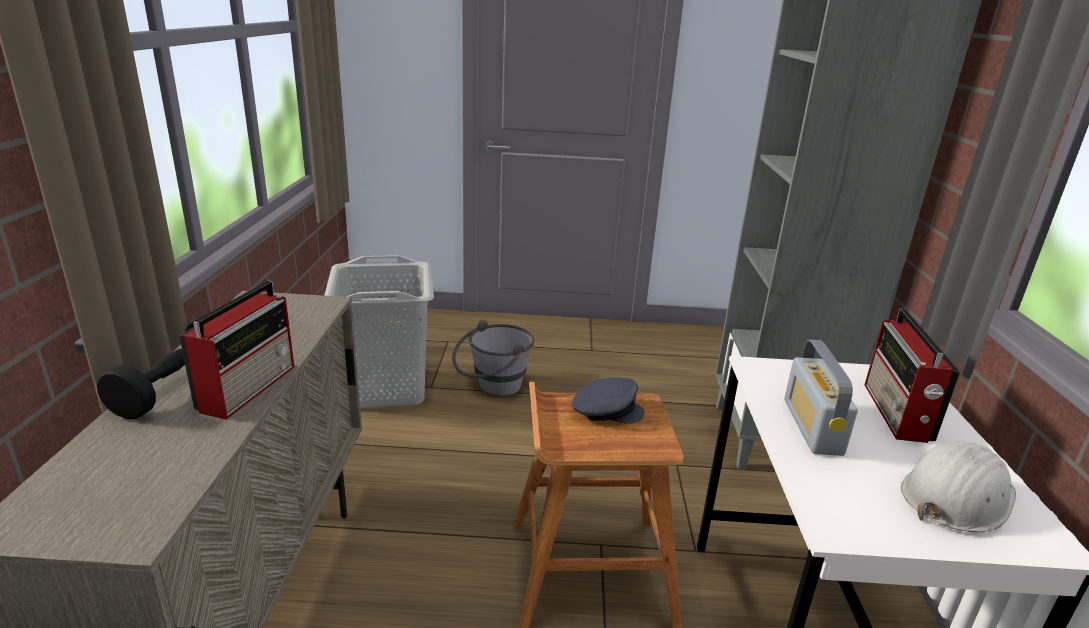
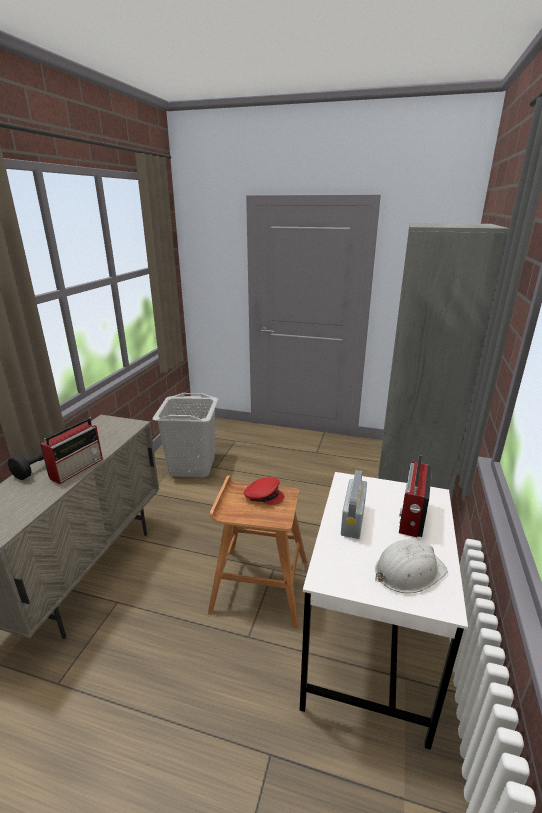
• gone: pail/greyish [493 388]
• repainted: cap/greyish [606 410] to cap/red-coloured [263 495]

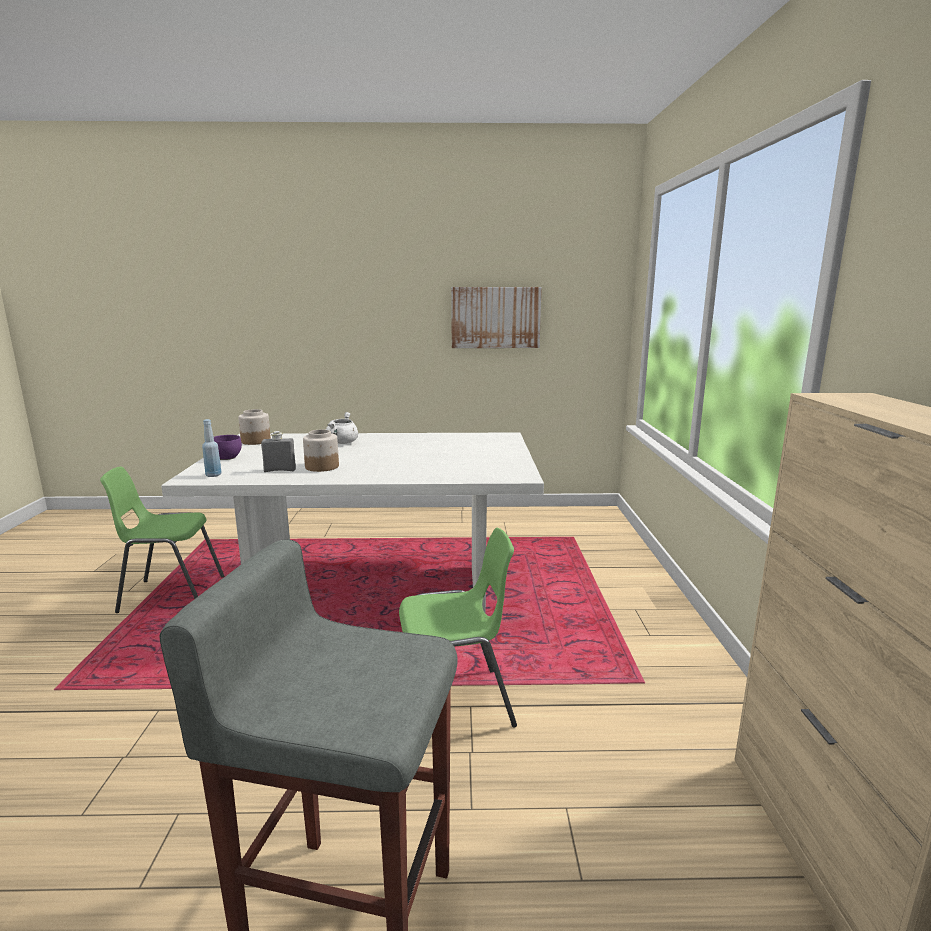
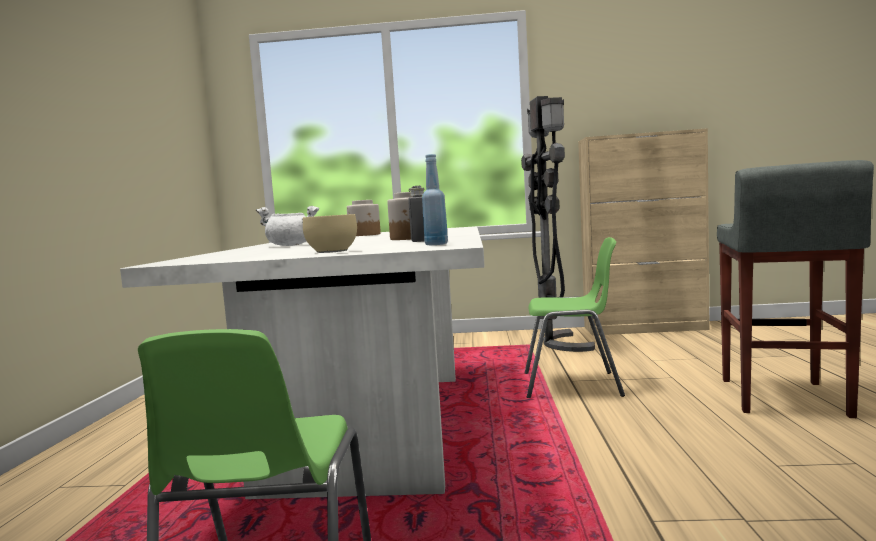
• gone: wall art [495 317]
• shifted: storage jar [255 441] to [365 235]
• repainted: serving bowl/purple-coloured [227 458] to serving bowl/sand-coloured [334 251]
• rotated: upright chair/green-coloured [453 705] = [572 385] 105 degrees clockwise
• new: standing lamp/greyish [554 345]

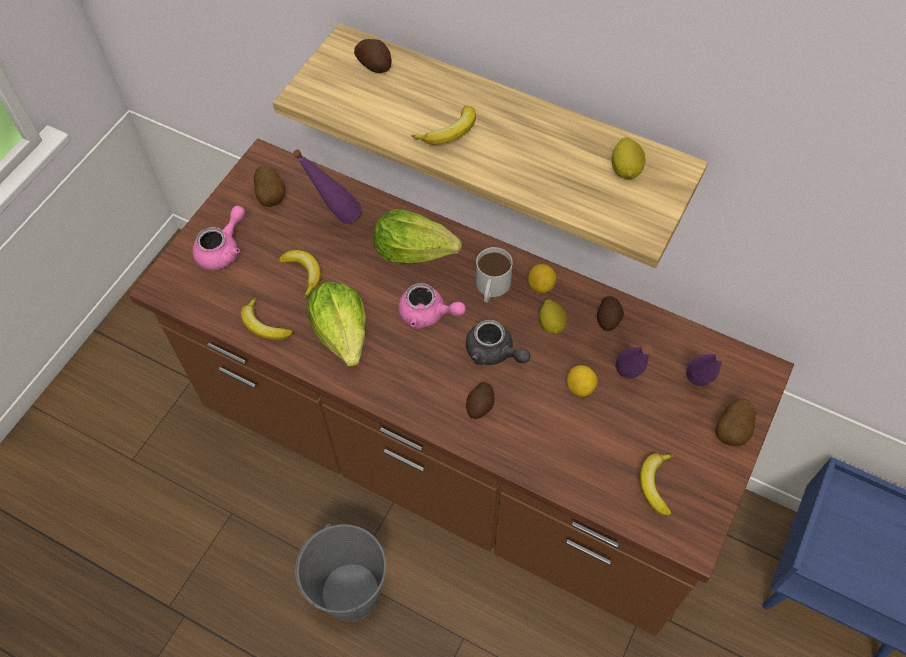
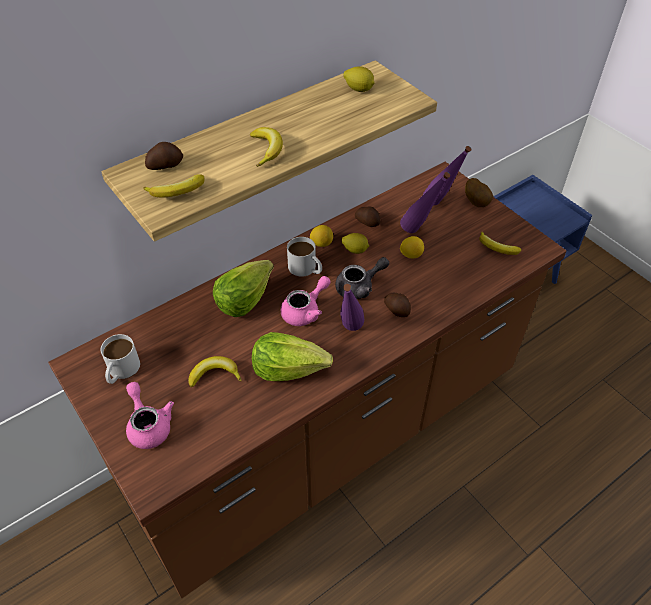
• shifted: drink bottle/purple-coloured [335 217] to [349 333]
• swapped: spud [272 197] to tea mug/white-coloured [121 371]
• shifted: banana fruit [264 326] to [177 192]
• gone: pail/greyish [351 592]

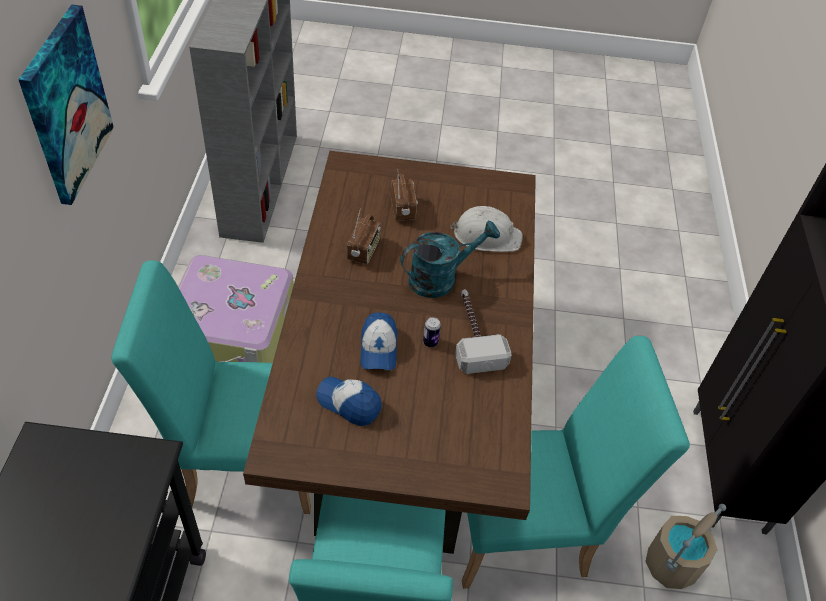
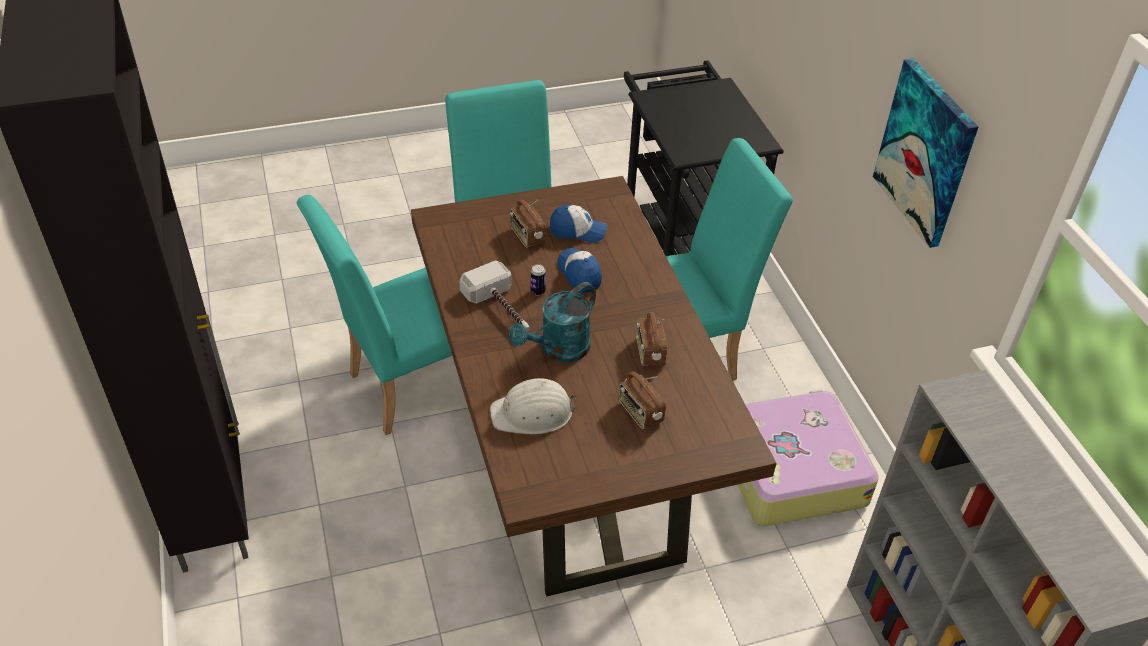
• gone: pail/sand-coloured [671 564]
• new: radio [527 236]

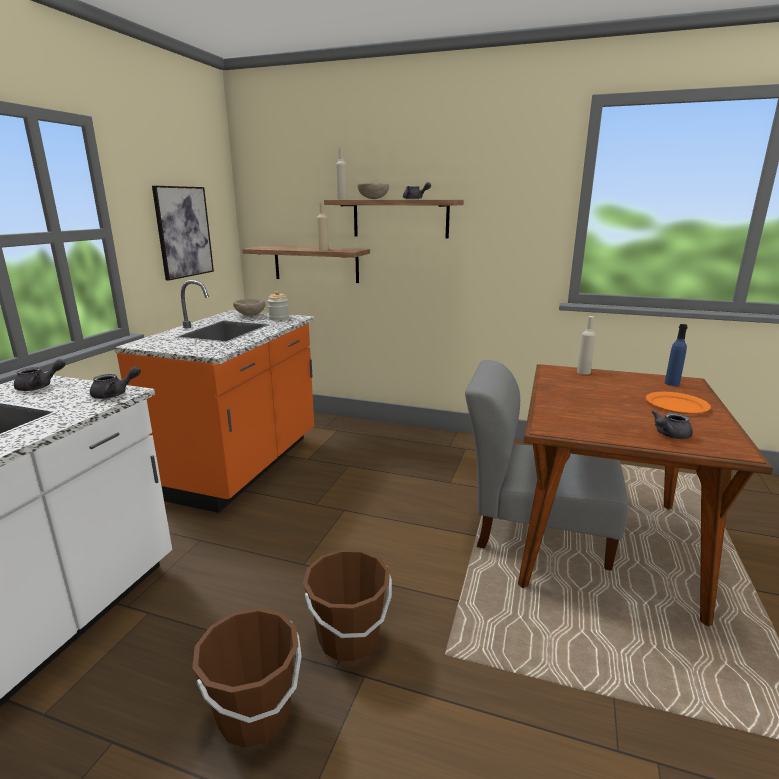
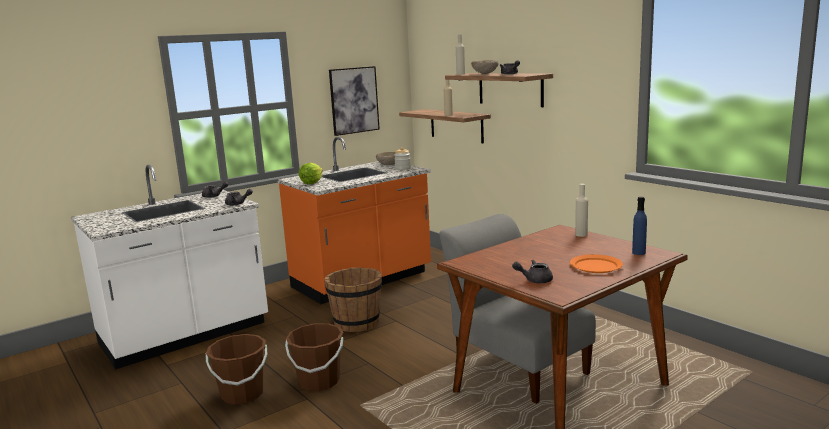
• new: lettuce head [312 182]
• new: pail/brown-coloured [356 323]

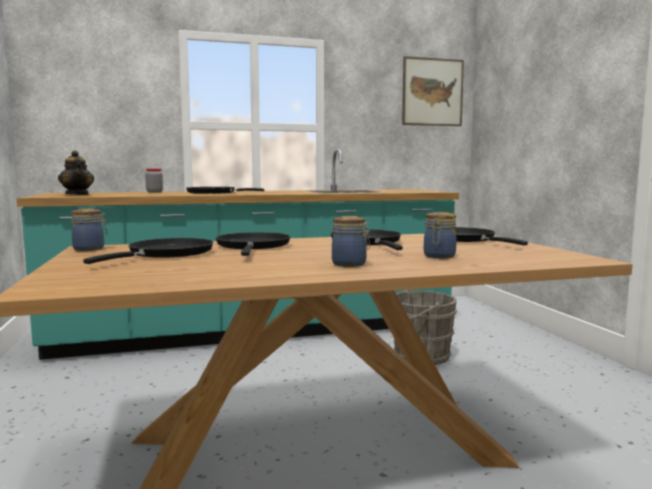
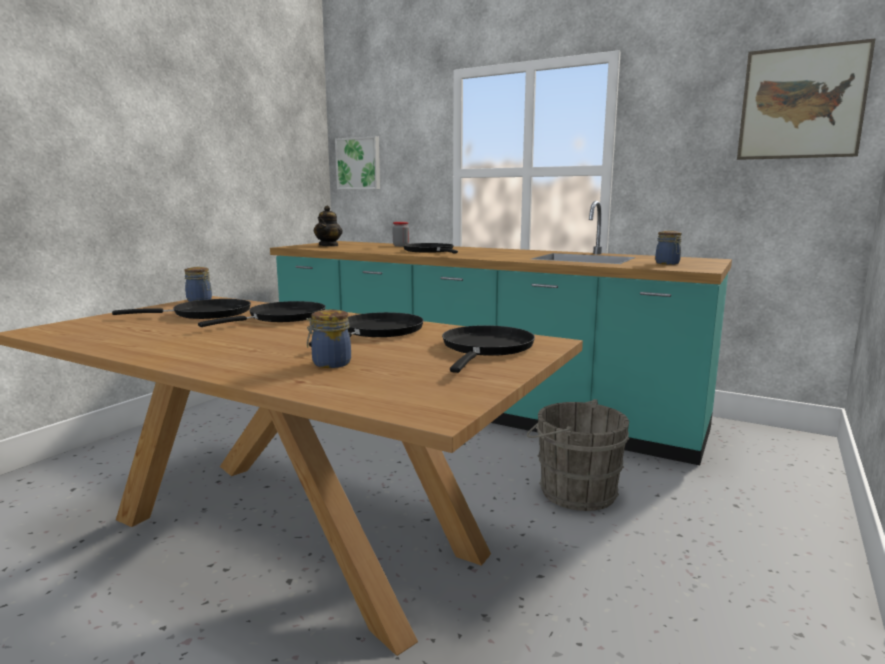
• shifted: storage jar [350 264] to [668 263]
• new: wall art [359 163]

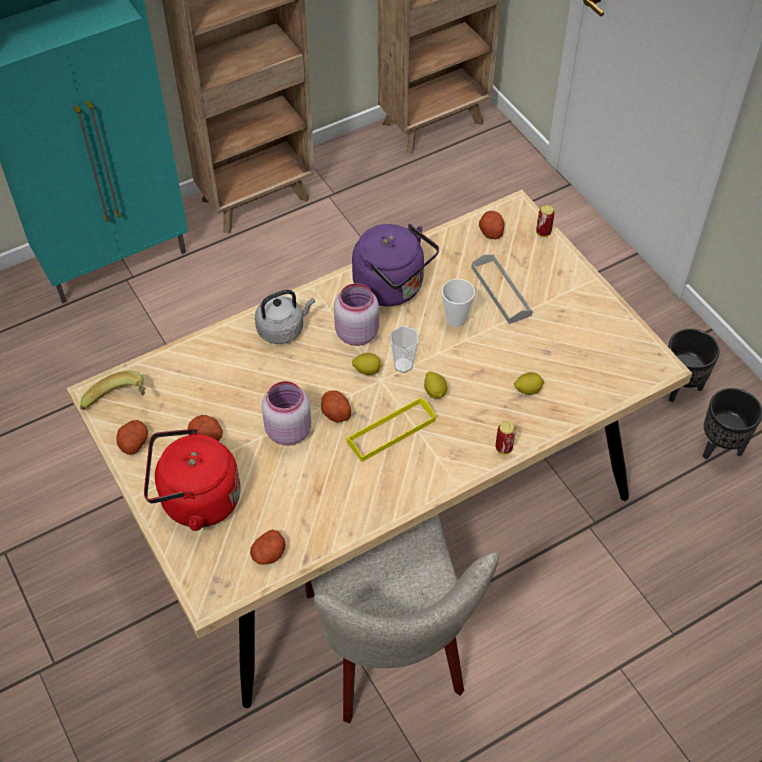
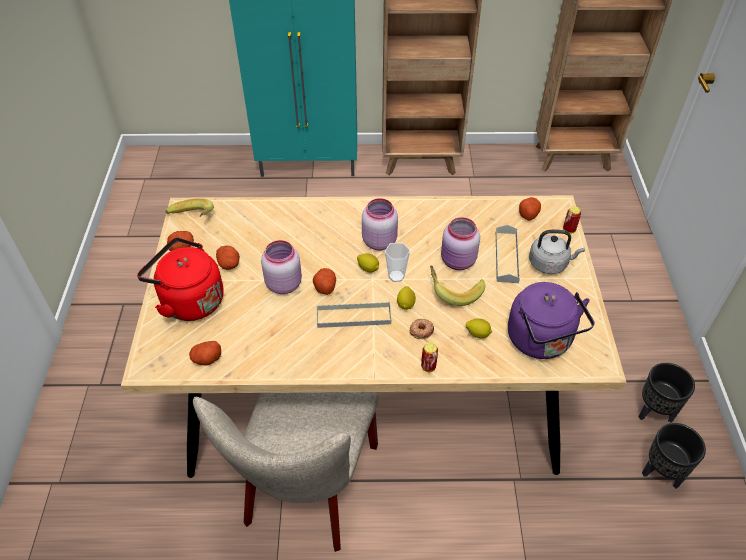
• shifted: kettle/purple-coloured [392 287] to [541 341]
• swapped: cup [456 319] to storage jar/pink-coloured [458 262]
• shifted: kettle/greyish [283 329] to [550 264]
• repainted: serving tray/yellow [391 431] to serving tray/greyish [353 317]
• new: banana fruit [454 291]
• new: ring doughnut [421 330]

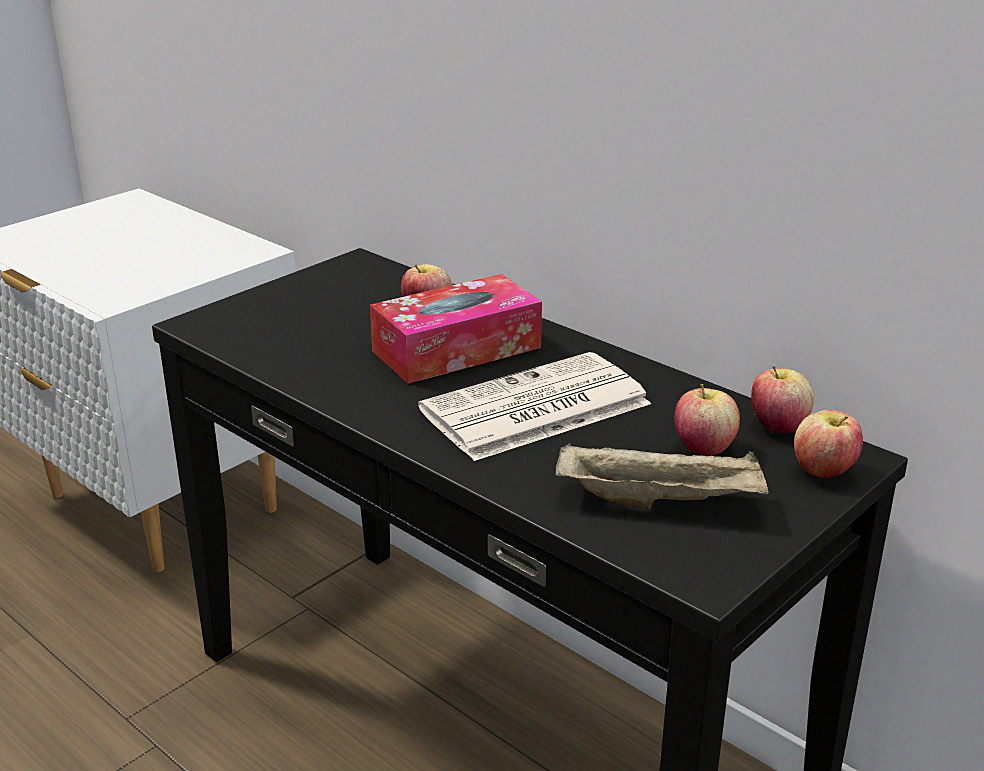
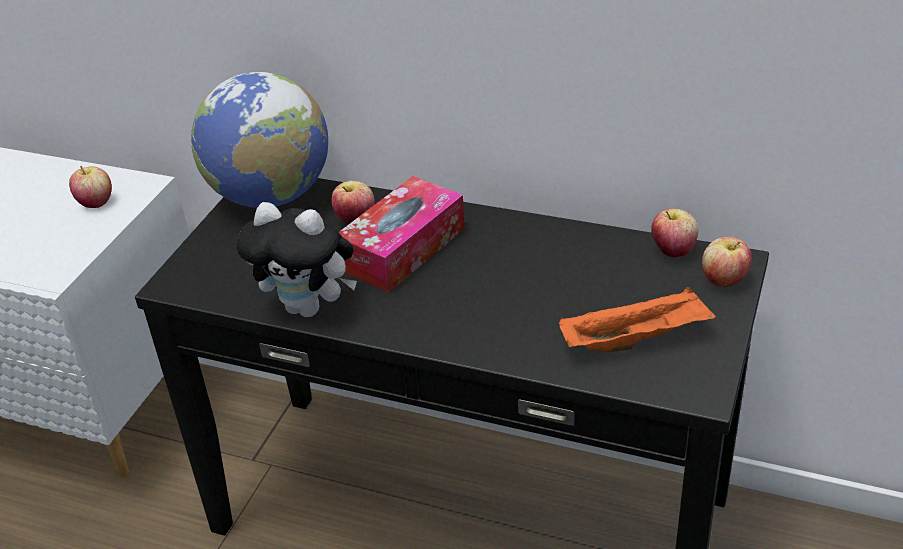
• gone: daily paper [533 409]
• shifted: apple fruit [703 448] to [96 203]
• repainted: serving tray/sand-coloured [661 500] to serving tray/orange [636 339]
• new: globe [271 196]
• new: soft toy [309 308]

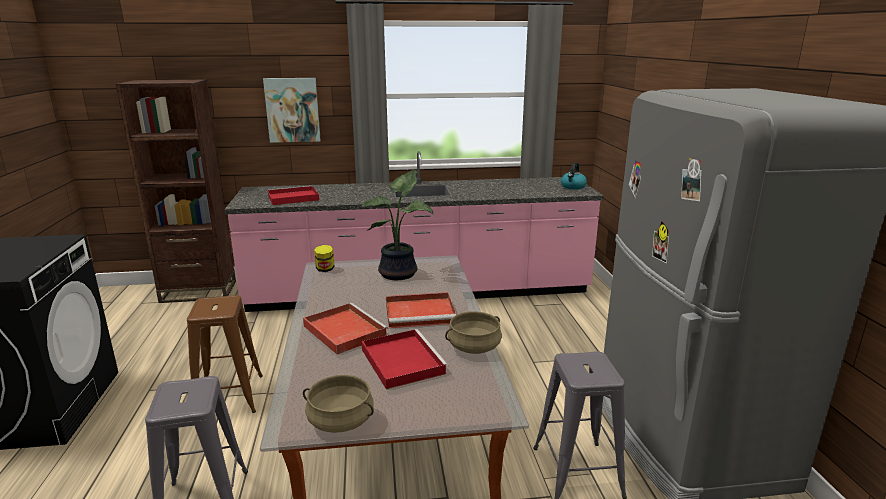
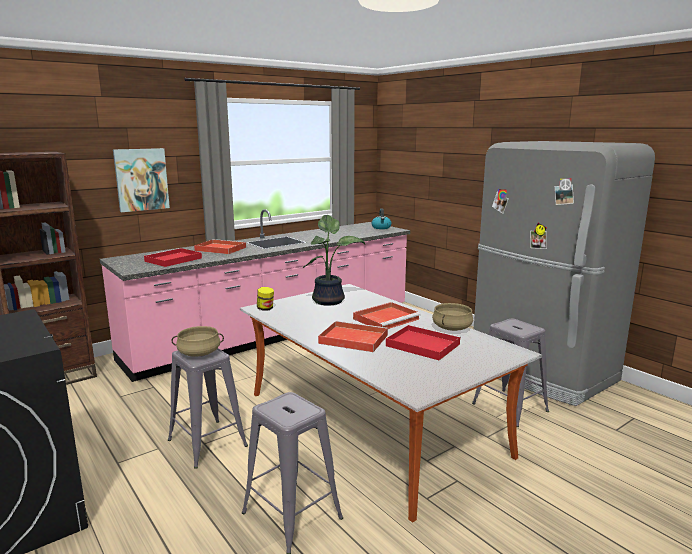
• repainted: sitting stool/brown-coloured [228 397] to sitting stool/greyish [207 443]
• shifted: cooking pot/sand-coloured [340 421] to [199 353]
• new: serving tray/red-coloured [219 249]

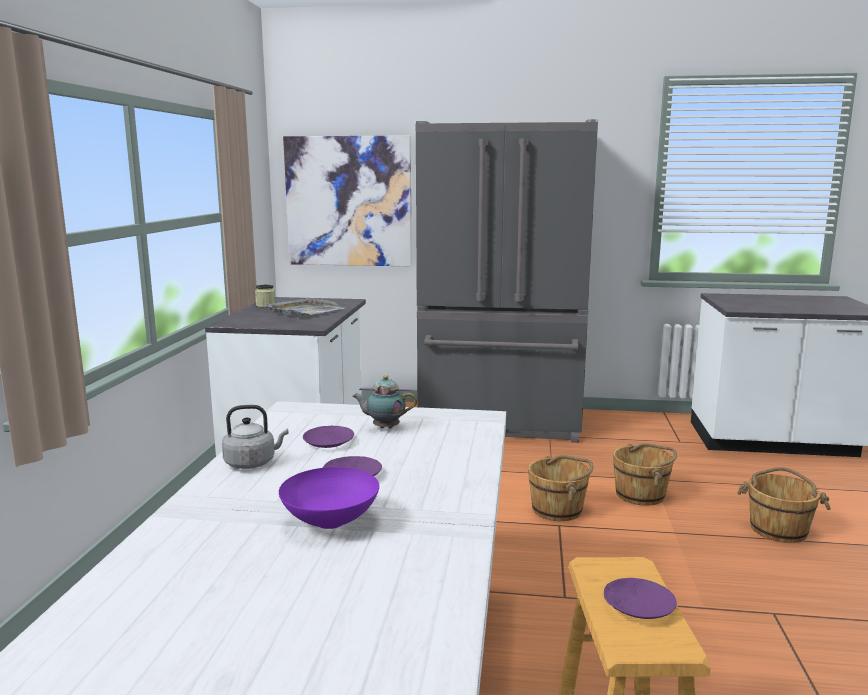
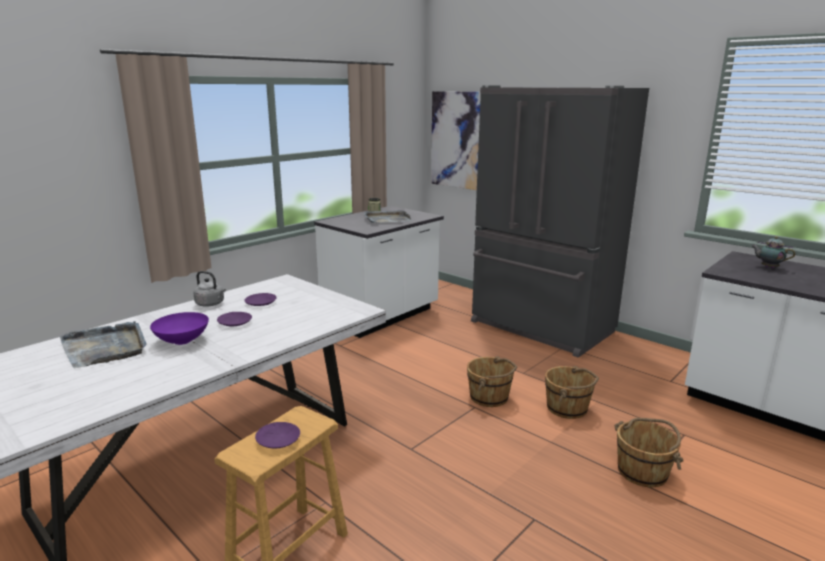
• shifted: teapot [384 428] to [768 267]
• new: serving tray/greyish [105 347]

